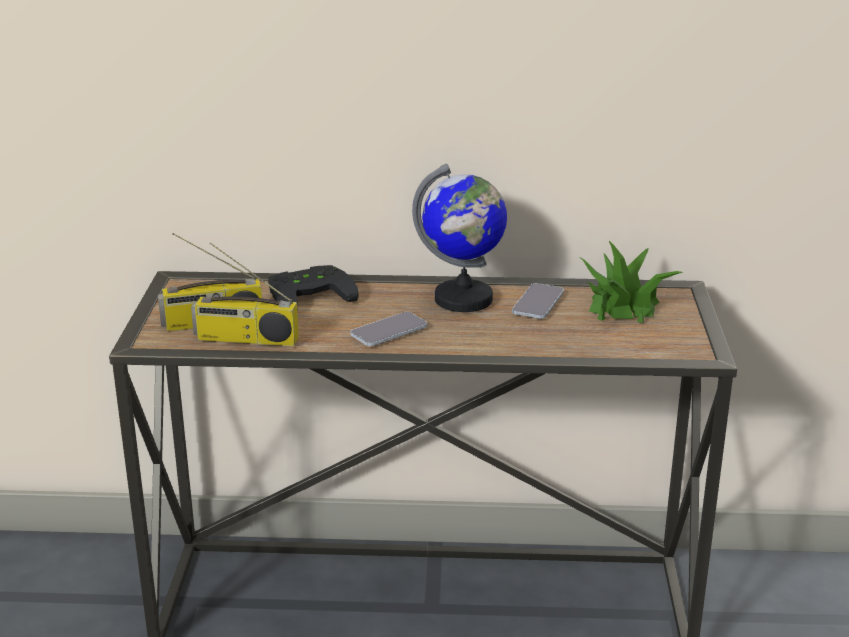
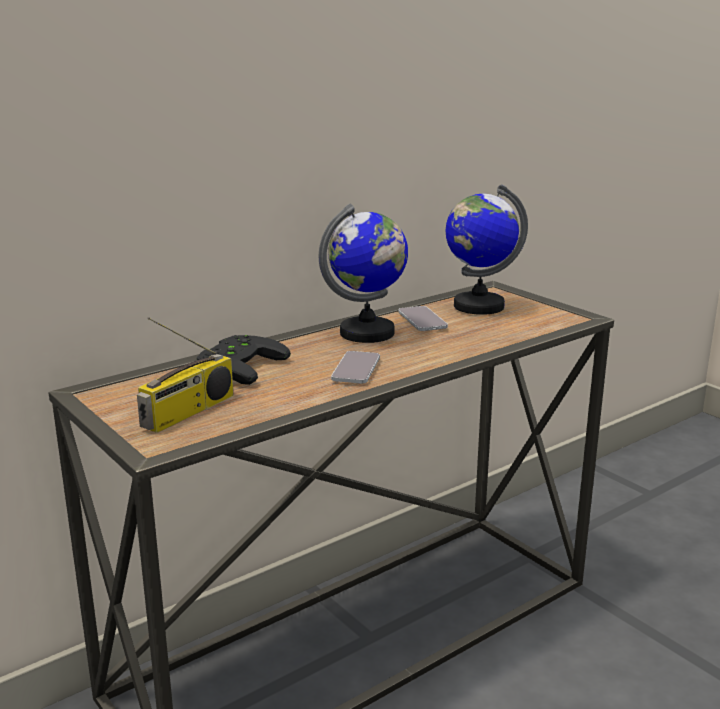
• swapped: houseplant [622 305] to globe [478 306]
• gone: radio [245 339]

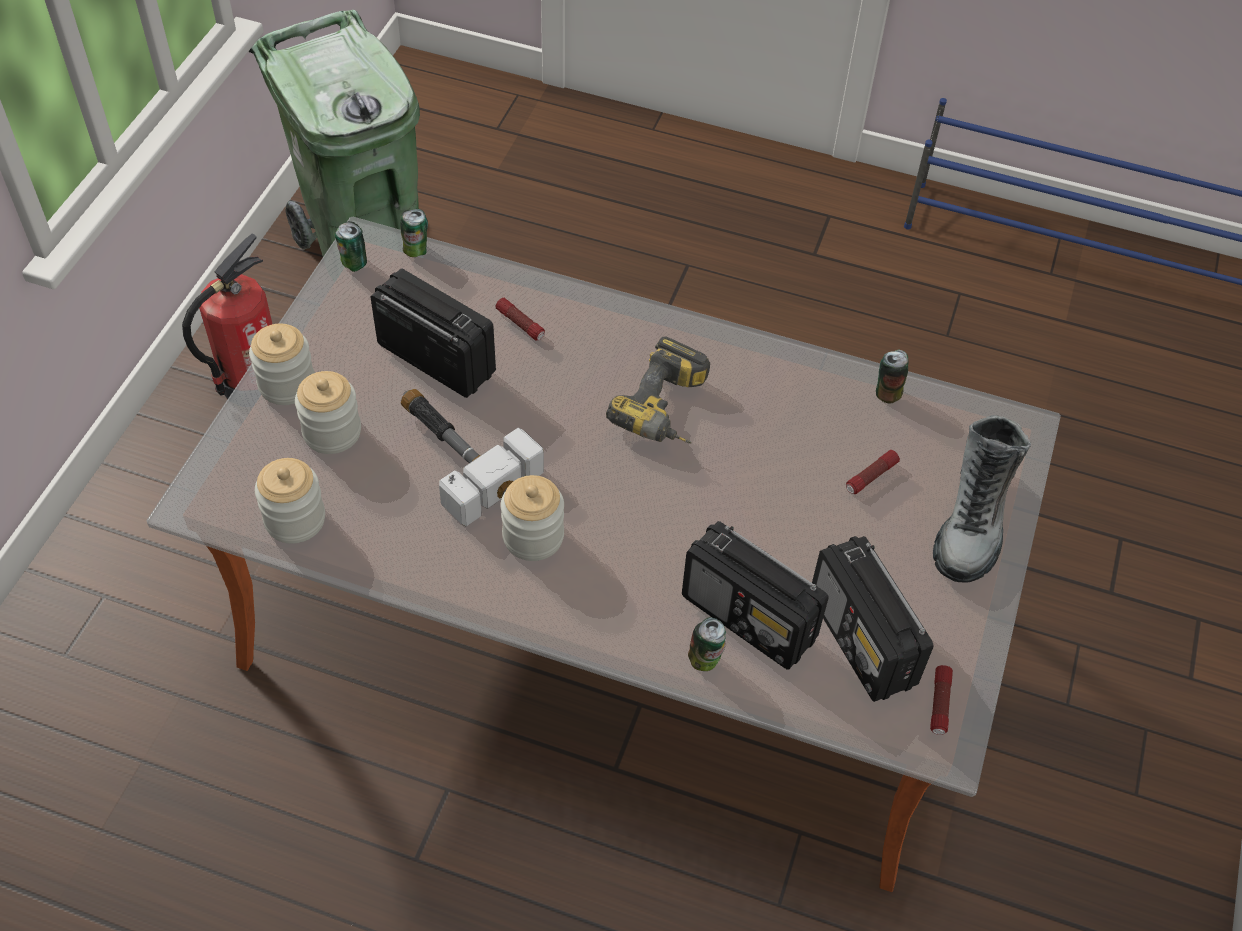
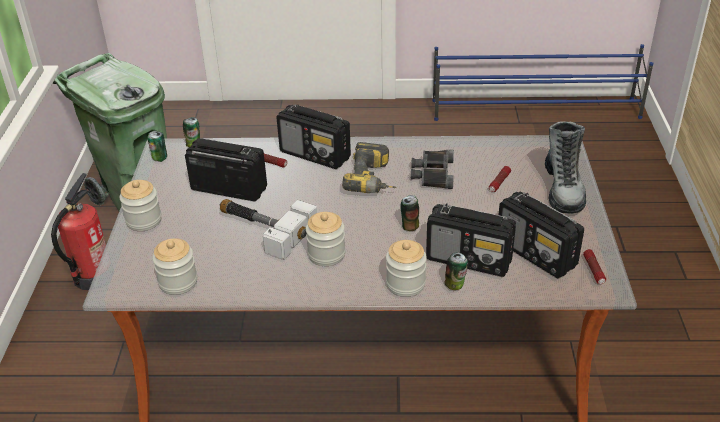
• shifted: metal can [888 392] to [409 226]
• shifted: storage jar [332 432] to [405 283]
• new: radio [315 155]
• new: pair of binoculars/black-coloured [432 173]

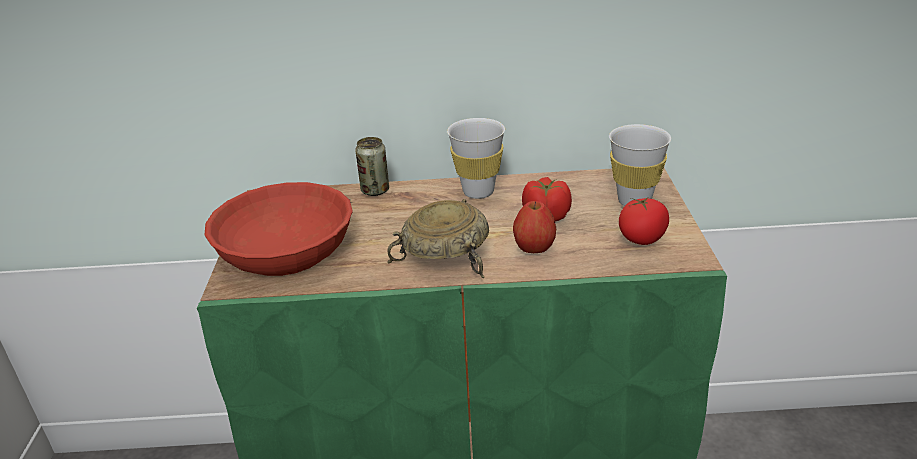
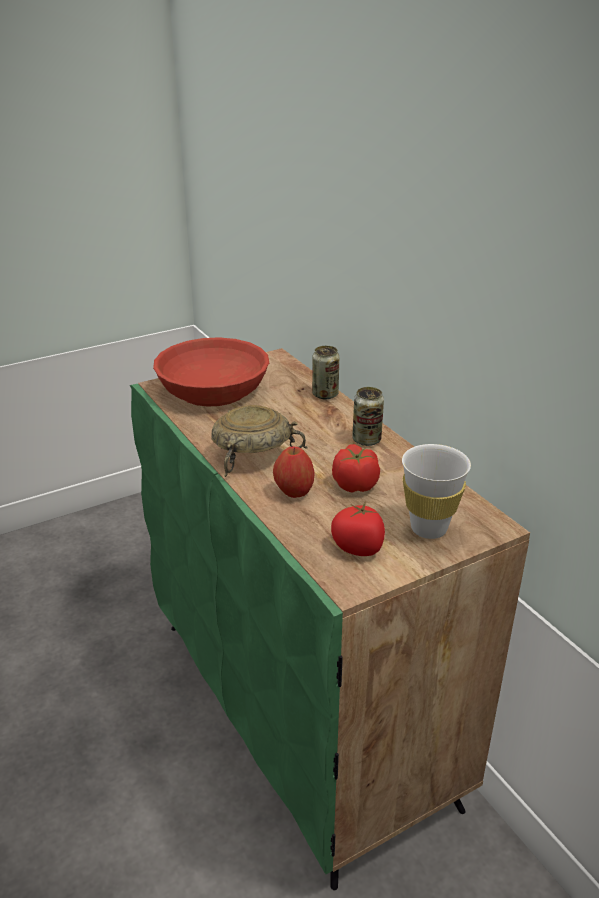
• swapped: cup/white-coloured [478 192] to metal can [366 440]

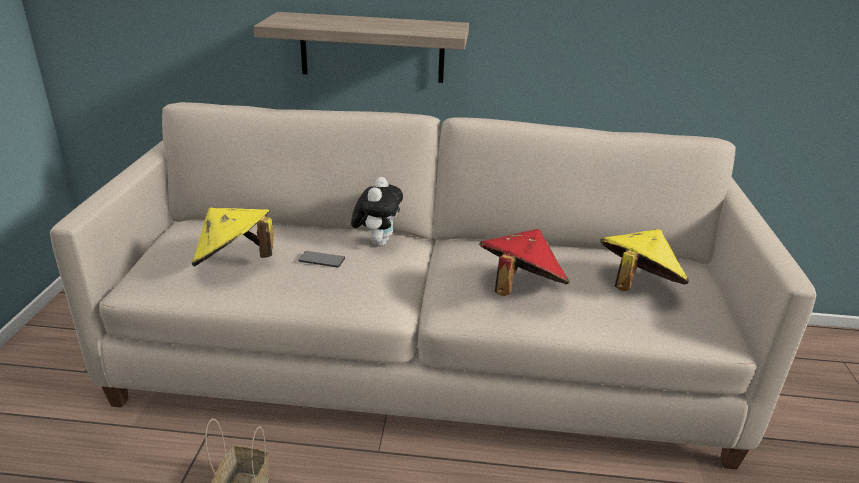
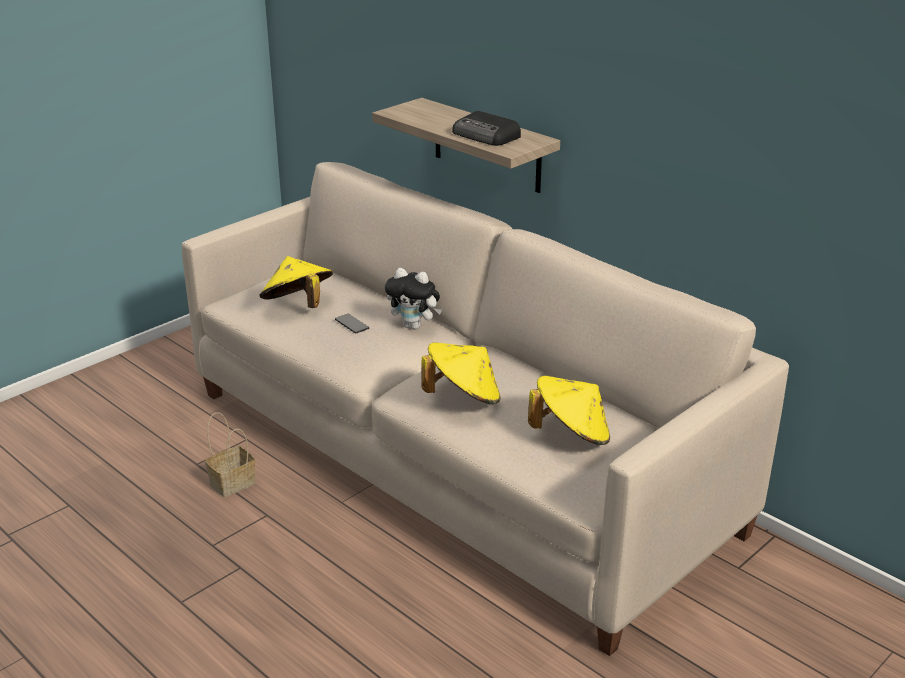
• rotated: soft toy [377 242] = [414 326] 60 degrees clockwise
• repainted: hat/red-coloured [519 288] to hat/yellow [463 397]
• new: radio [486 136]

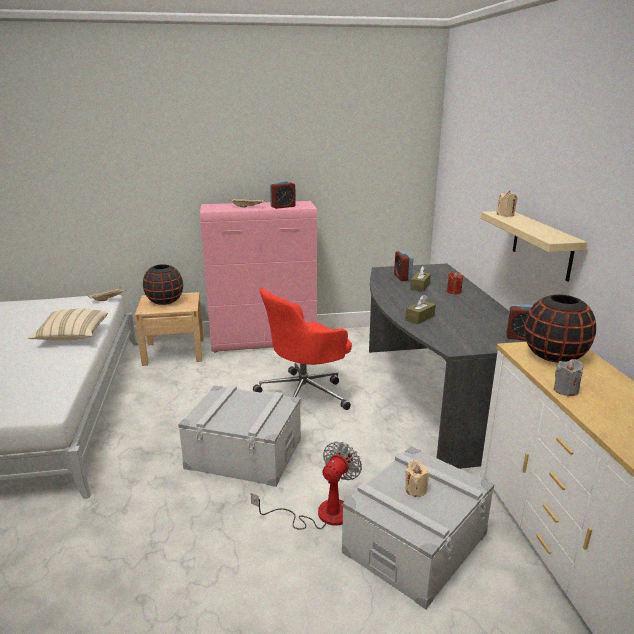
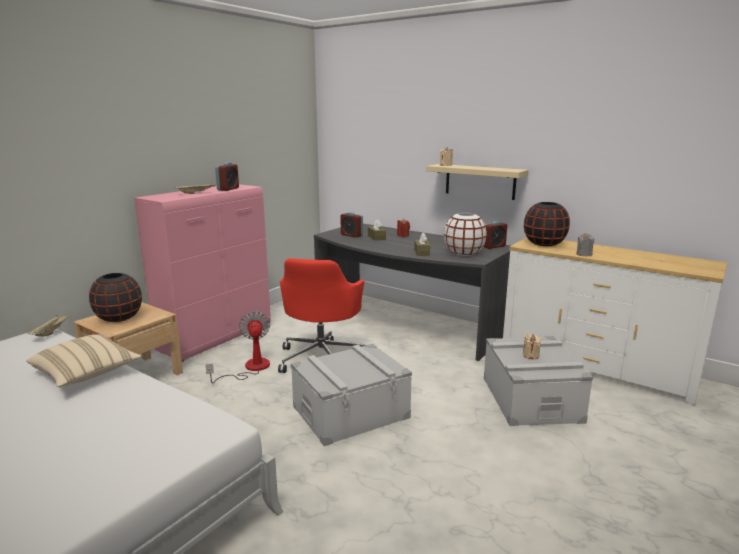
• shifted: electric fan [321 514] to [250 368]
• new: vase/white-coloured [463 253]

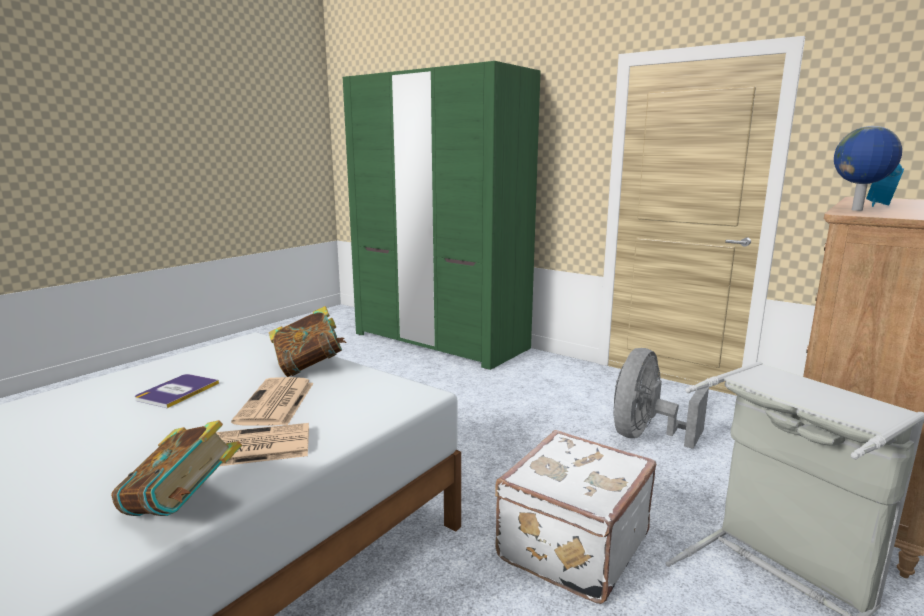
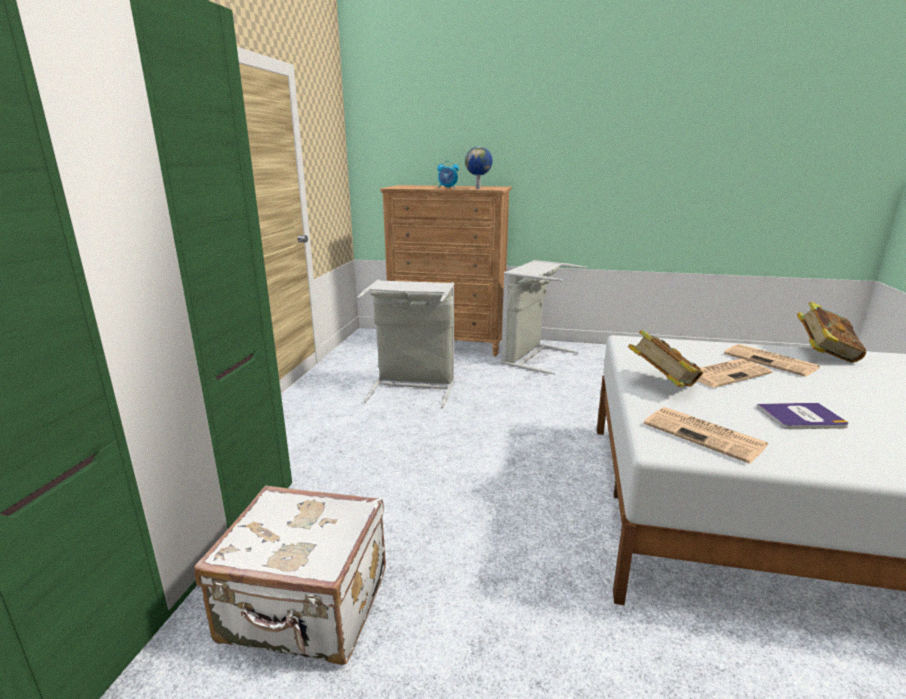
• swapped: electric fan/greyish [646 435] to washing basket/greyish [413 388]
• shifted: piece of luggage/white-coloured [570 546] to [306 608]
• new: daily paper [706 435]

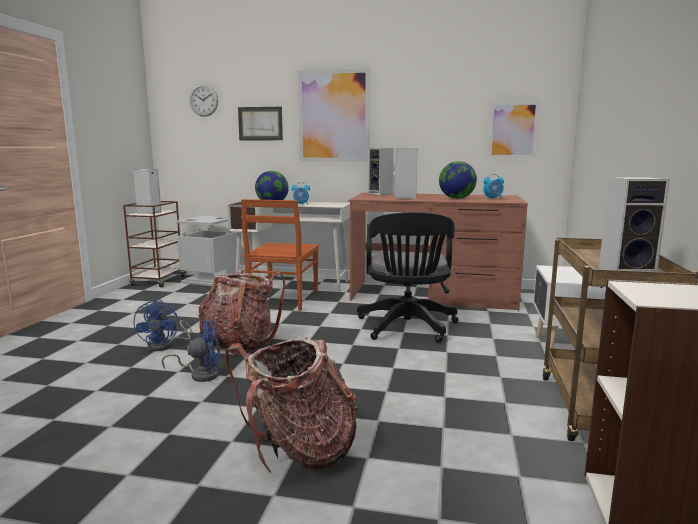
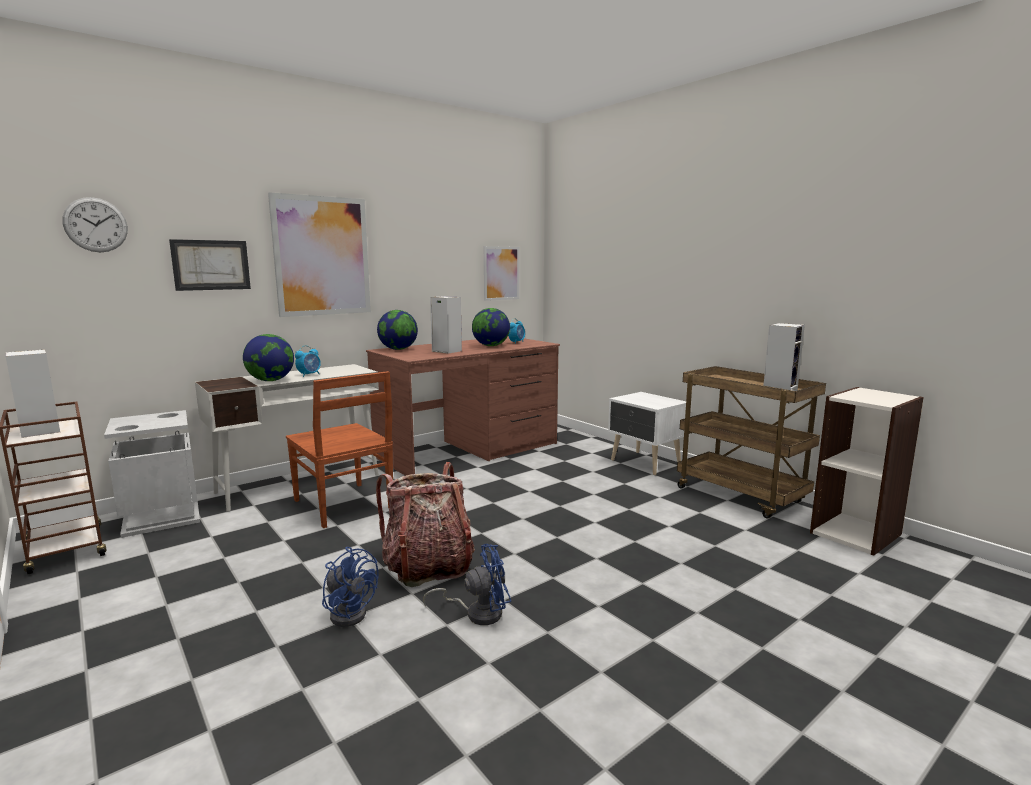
• swapped: speaker [381 194] to globe [398 349]
• gone: office chair/black-coloured [407 328]
• rotated: electric fan/bluish [201 374] = [477 613] 45 degrees clockwise
• gone: knapsack [299 451]

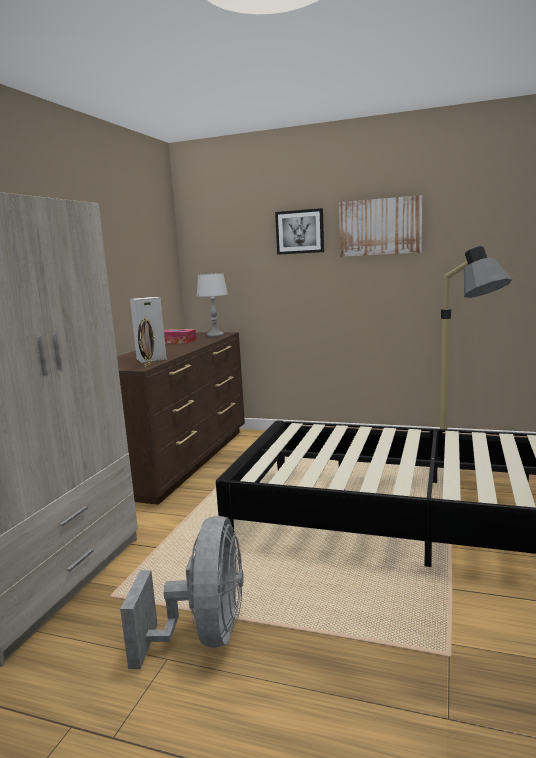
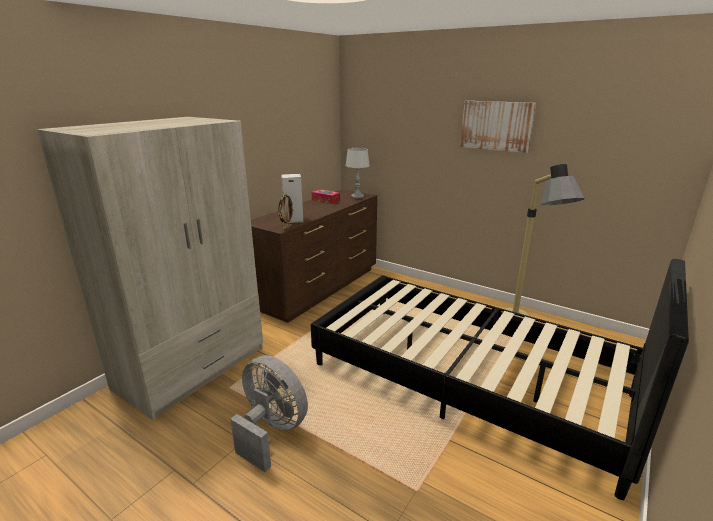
• gone: wall art [300 232]
• rotated: electric fan/greyish [205 635] = [271 431] 75 degrees counterclockwise

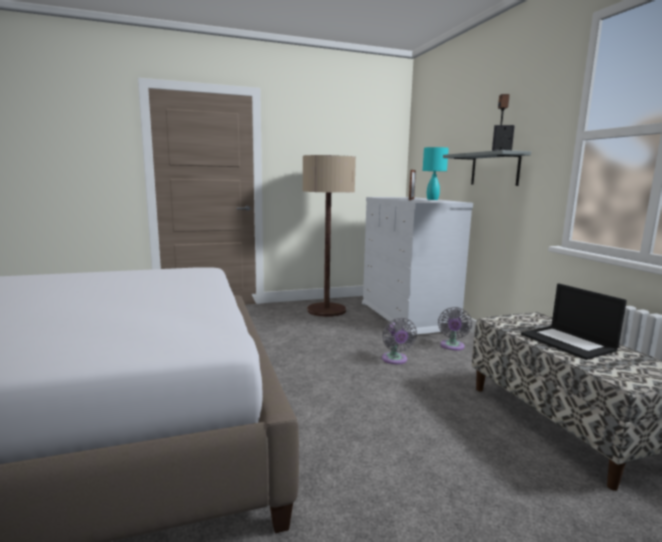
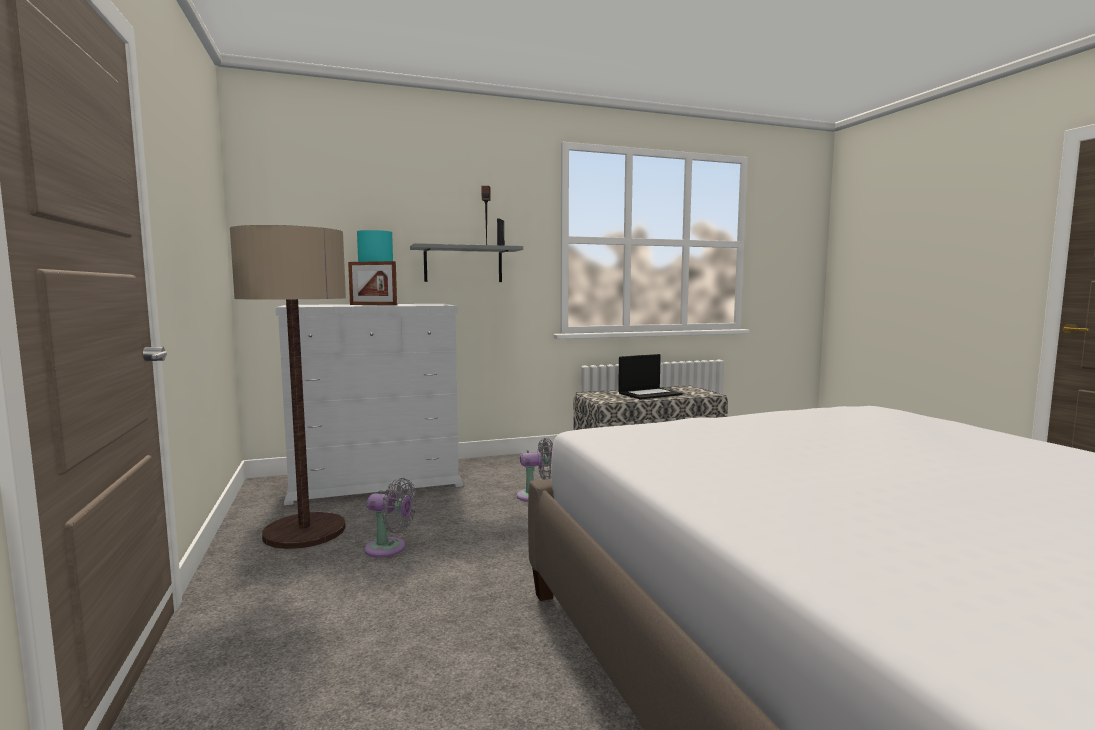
• shifted: electric fan/greyish [452 347] to [389 549]

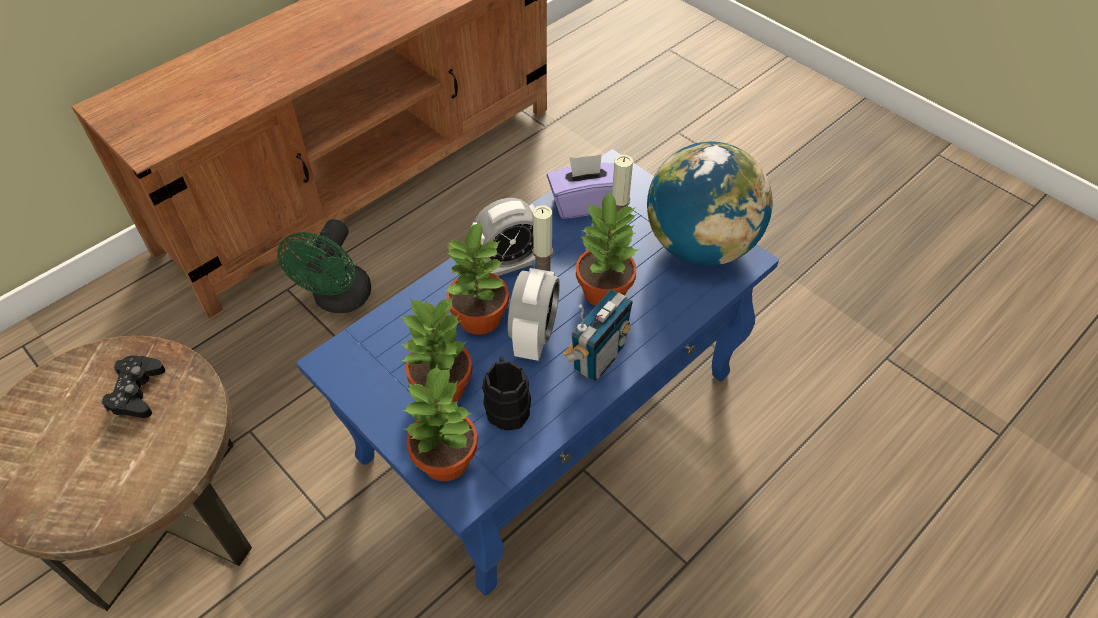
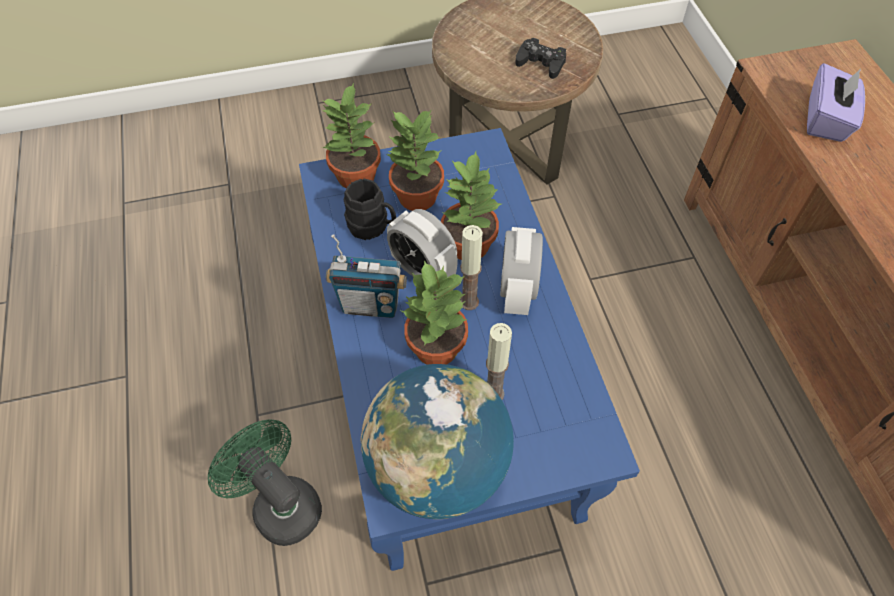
• shifted: box of tissues/purple-coloured [585 203] to [826 120]
• shifted: electric fan/green-coloured [339 300] to [280 504]
• rotated: radio [598 357] = [370 305] 60 degrees counterclockwise

